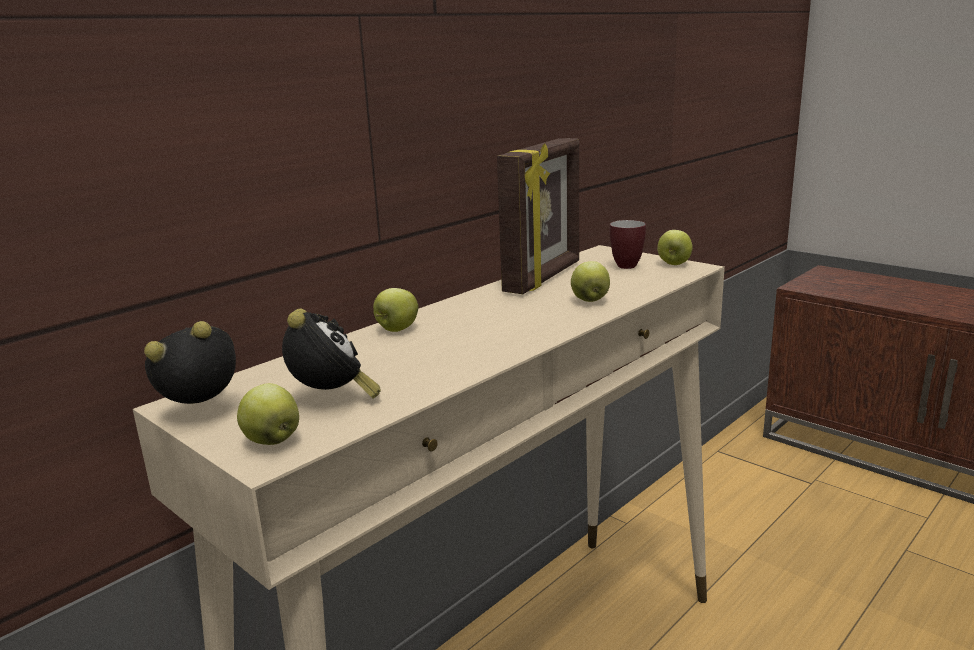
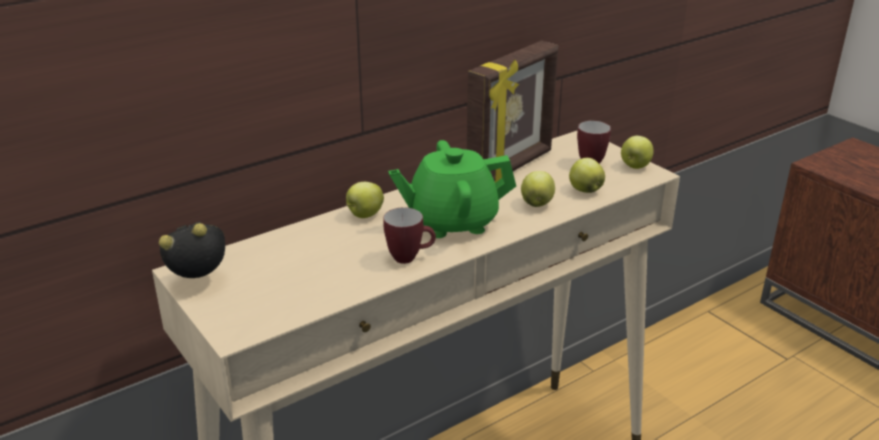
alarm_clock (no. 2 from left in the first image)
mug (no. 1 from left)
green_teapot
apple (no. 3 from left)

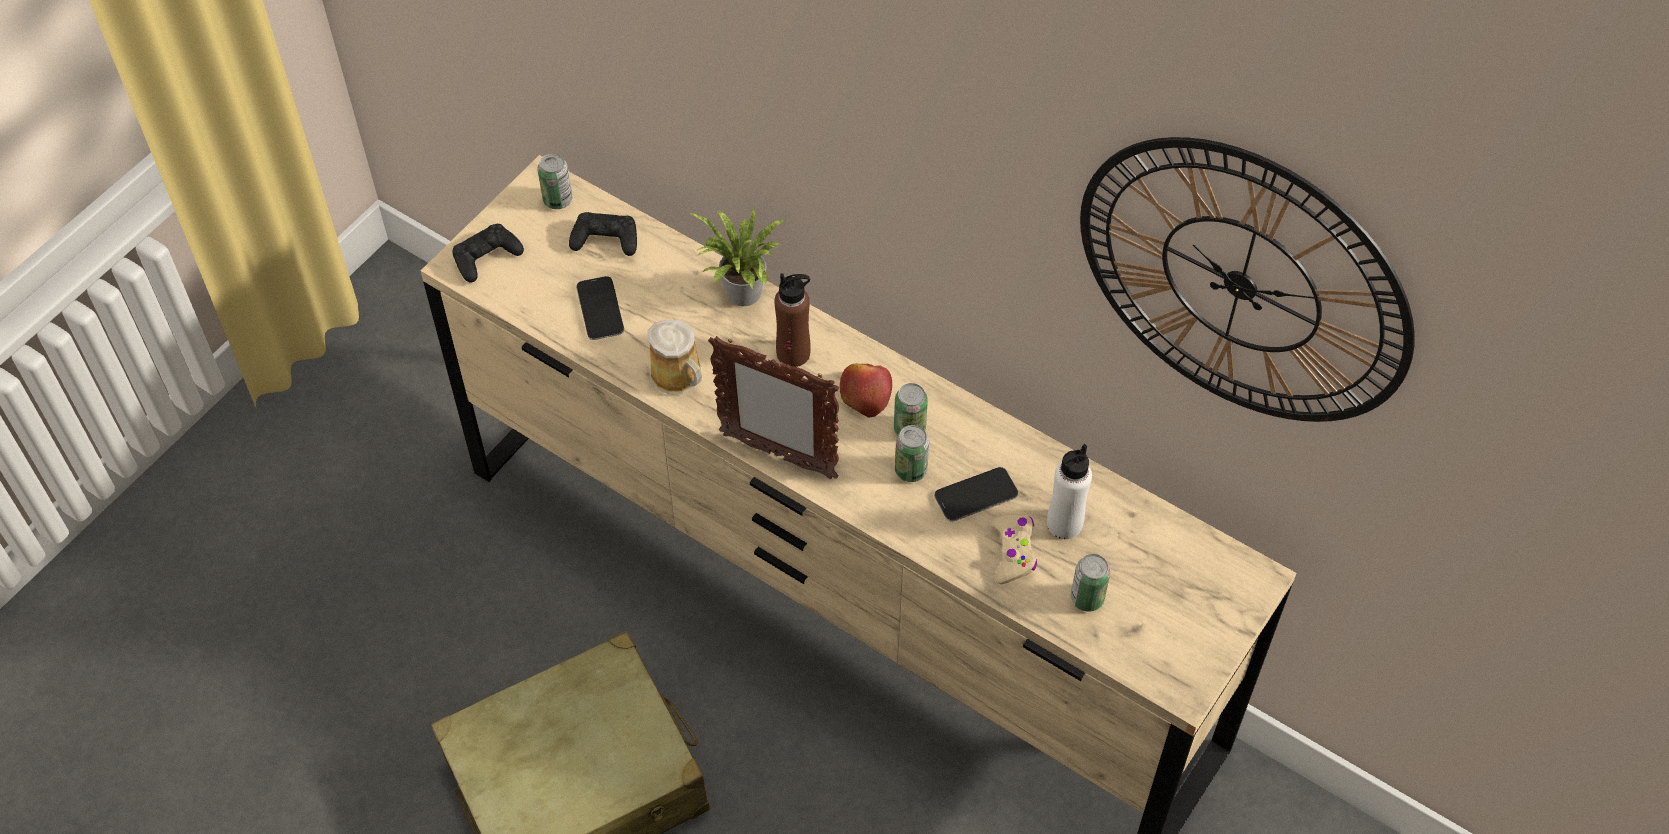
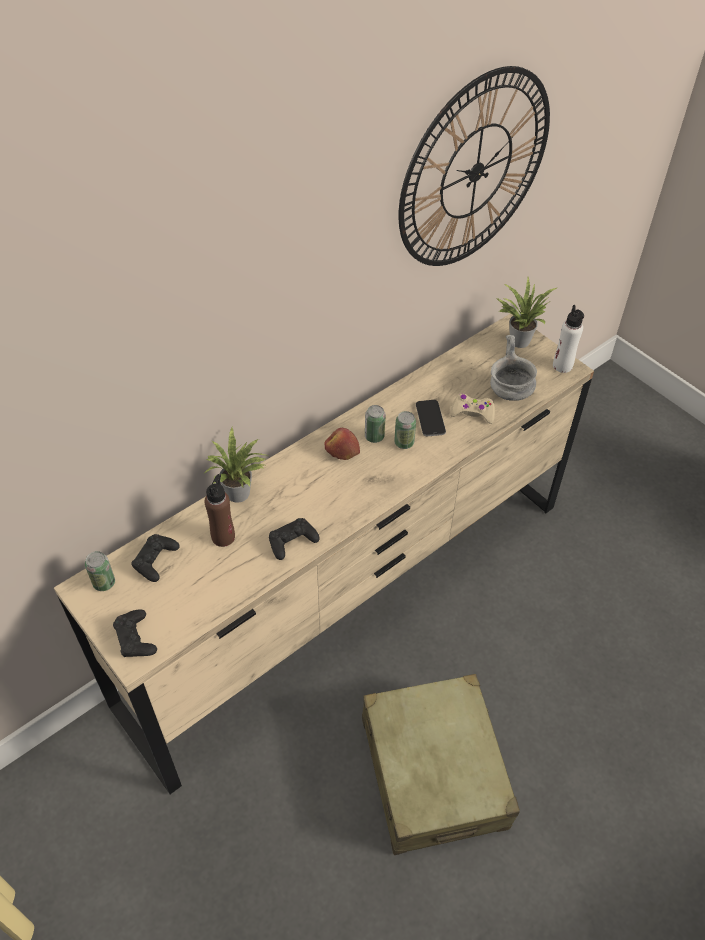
phone (no. 1 from left in the first image)
picture_frame
potted_plant (no. 2 from left)
brown_bottle
white_bottle
black_game_controller (no. 3 from left)
grey_bowl

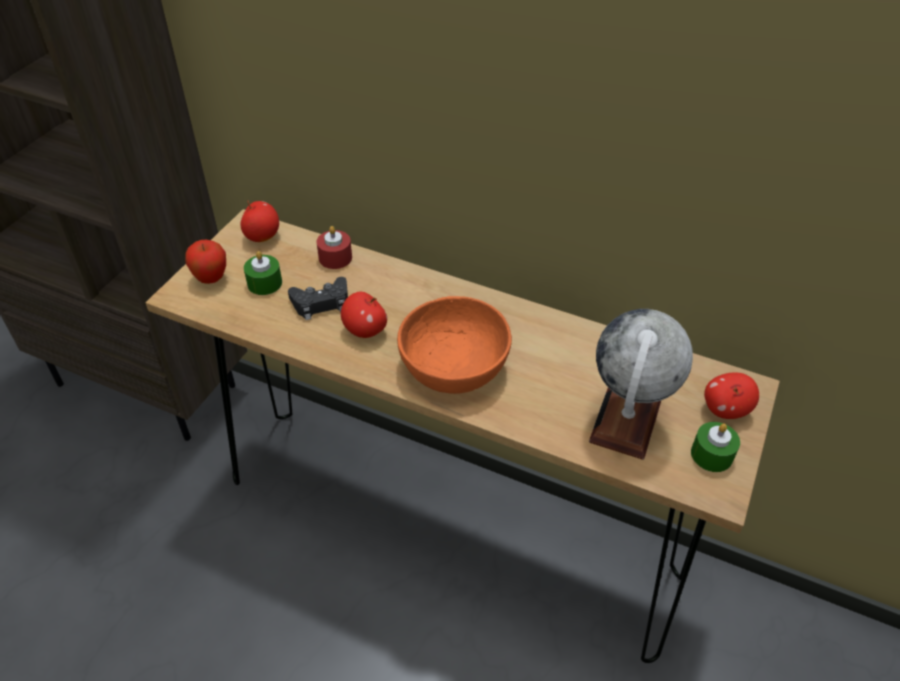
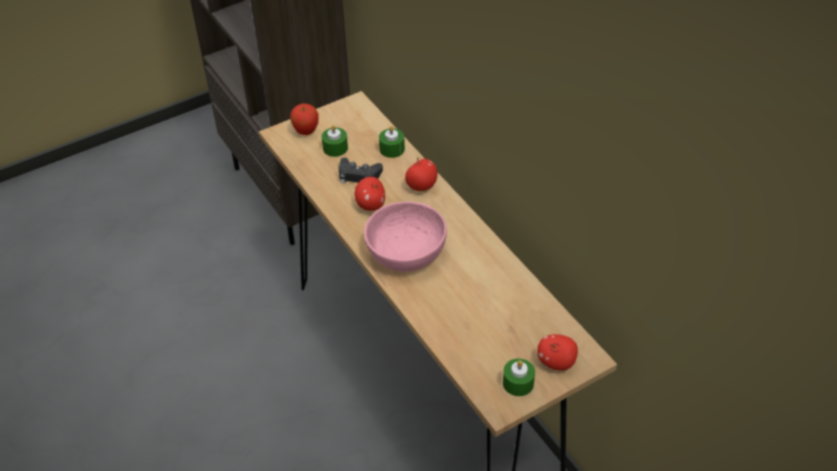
globe
apple (no. 3 from left)
green_candle (no. 2 from left)
pink_bowl

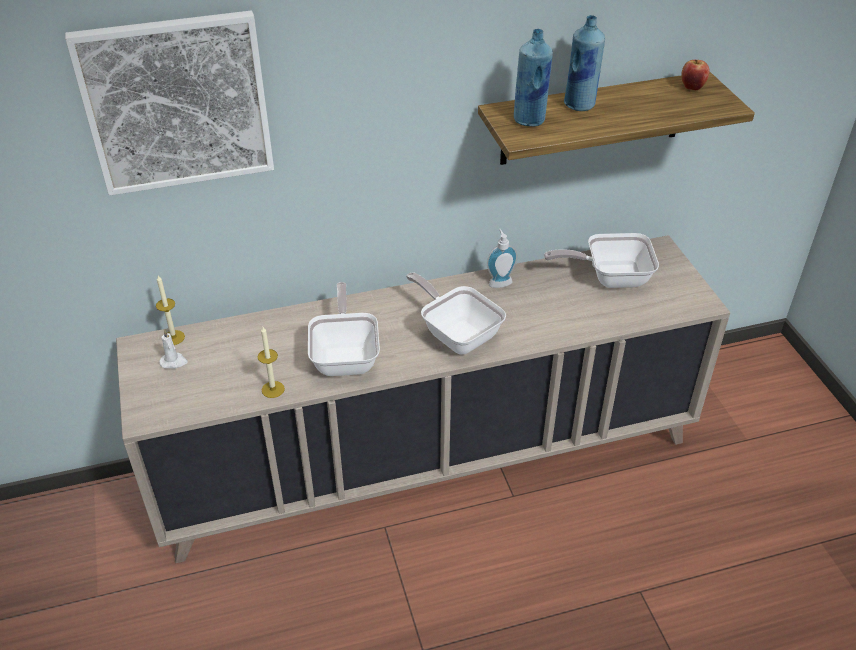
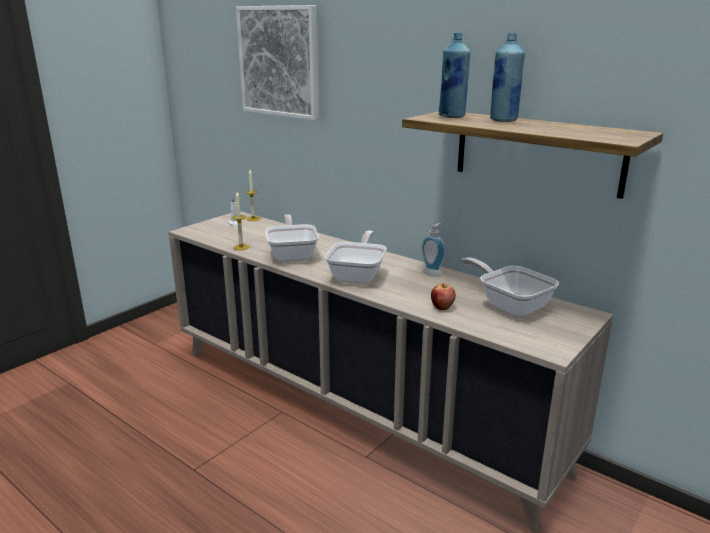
apple
frying_pan (no. 1 from left)

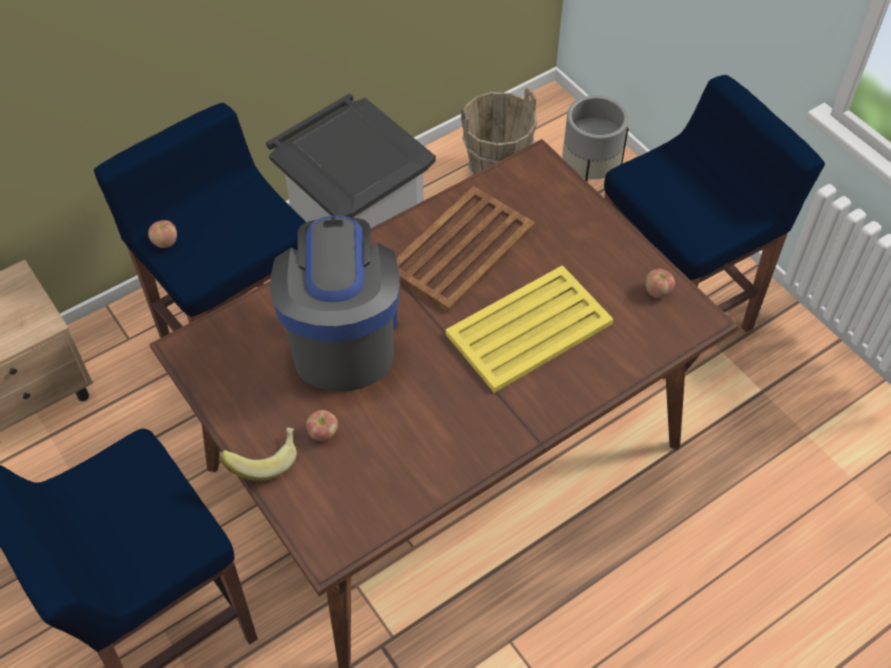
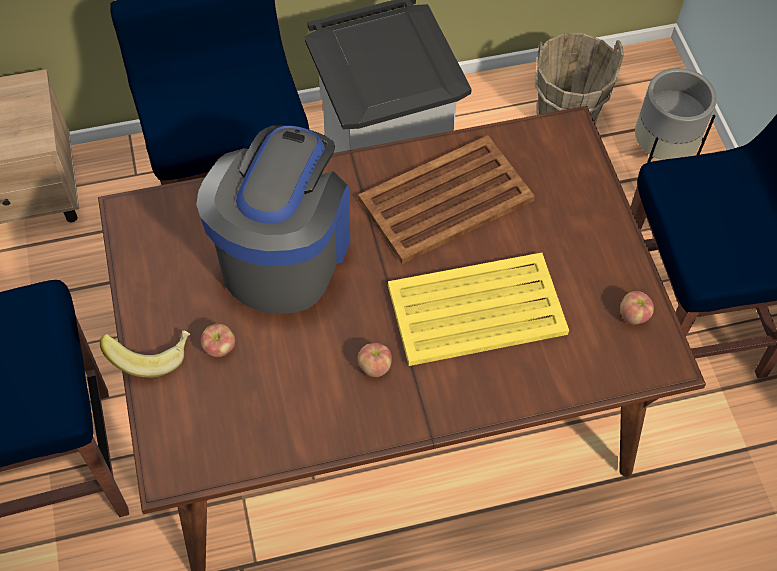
apple (no. 2 from left)

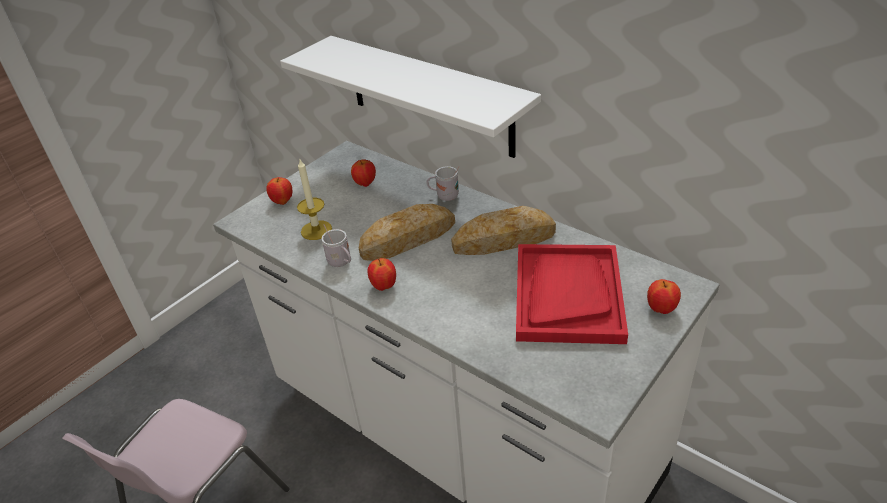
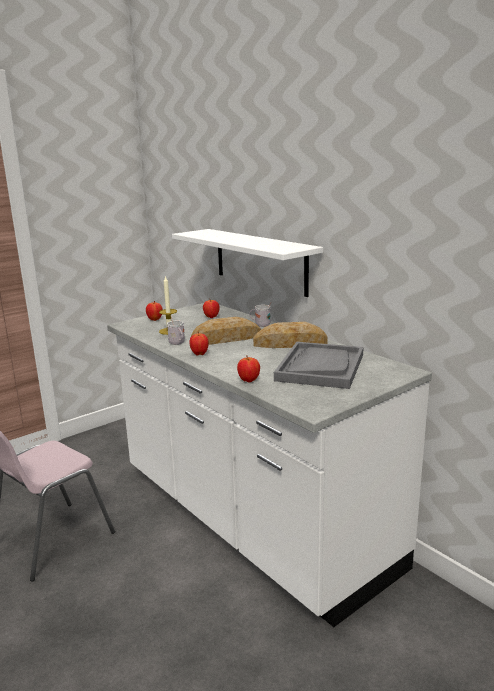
apple (no. 4 from left)
grey_tray

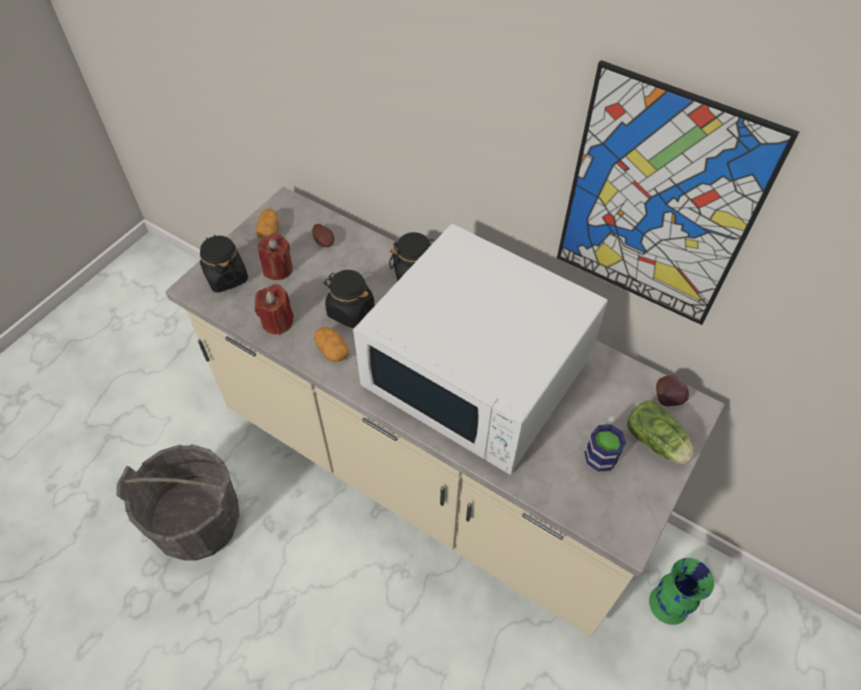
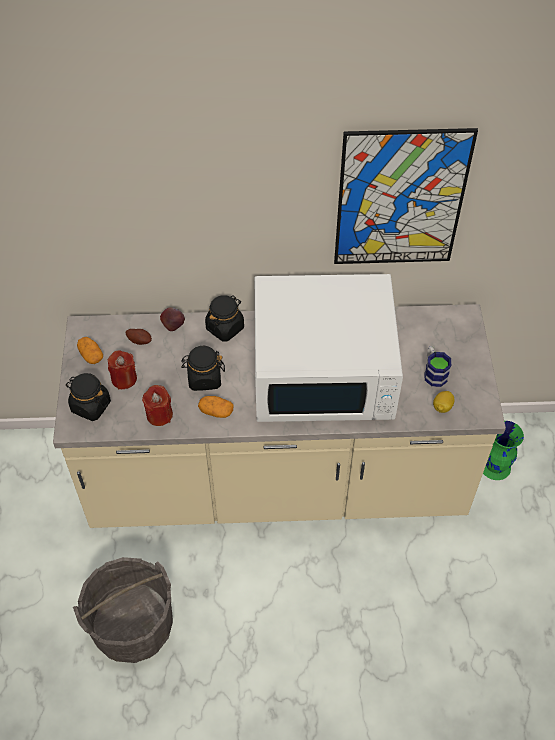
lettuce
lemon
apple

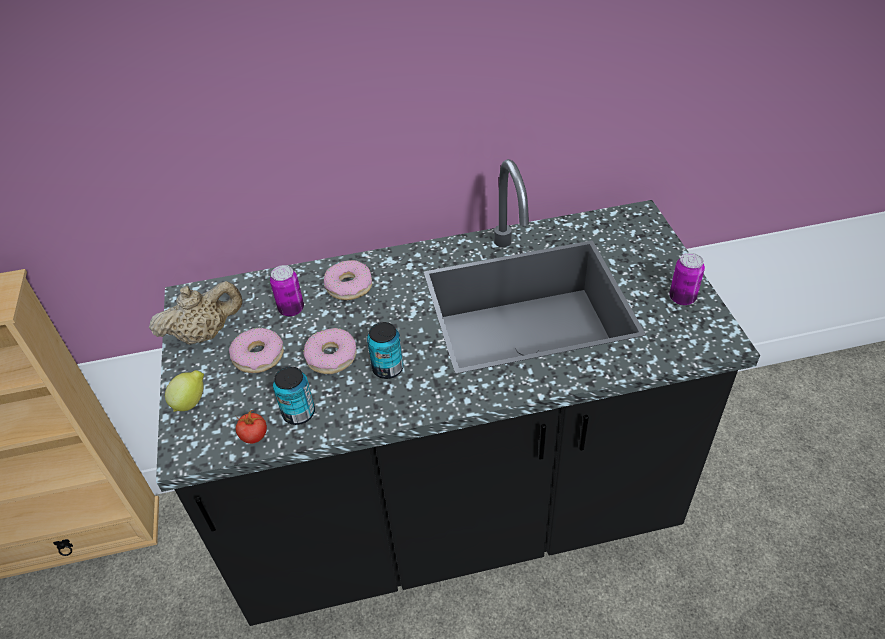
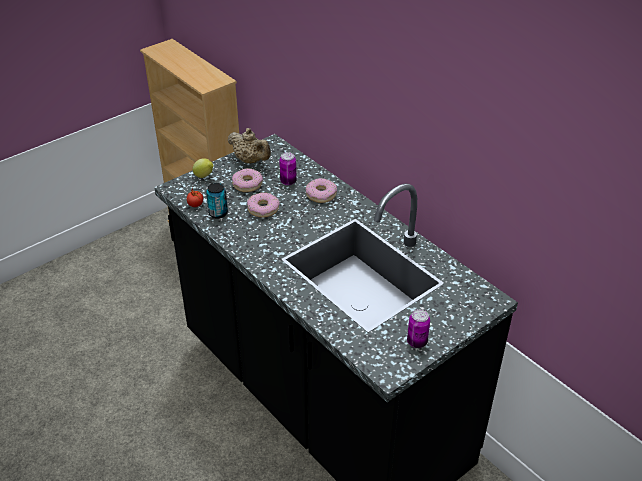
can (no. 3 from left in the first image)

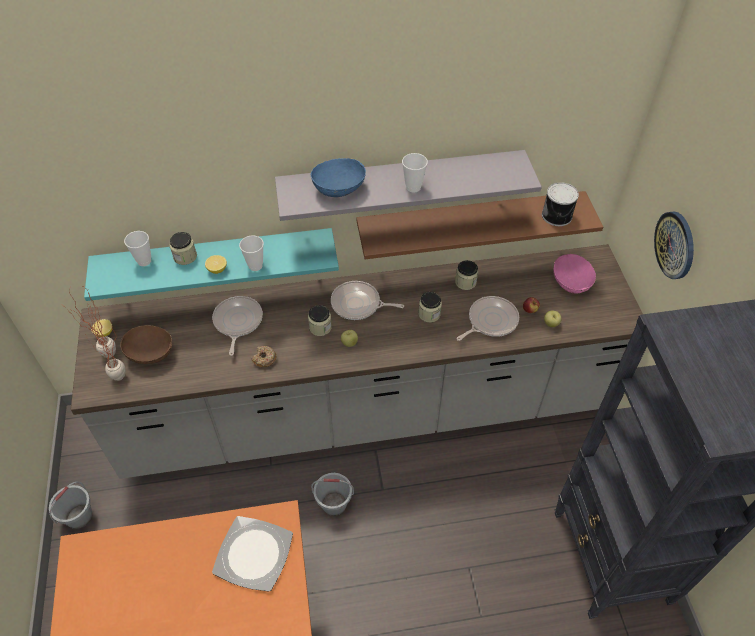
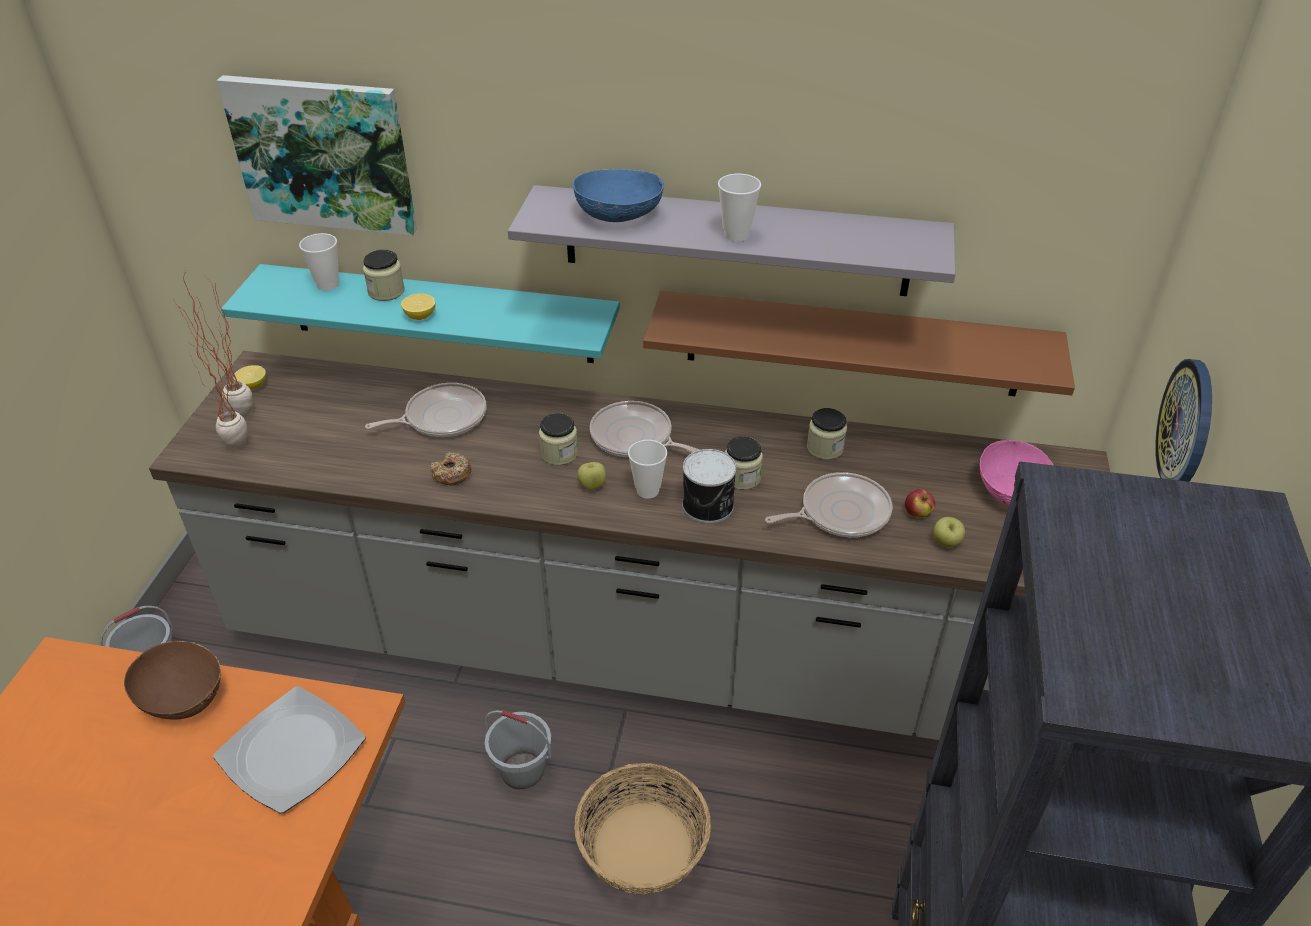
picture
basket
brown_bowl
cup (no. 2 from left)
can
frying_pan (no. 1 from left)

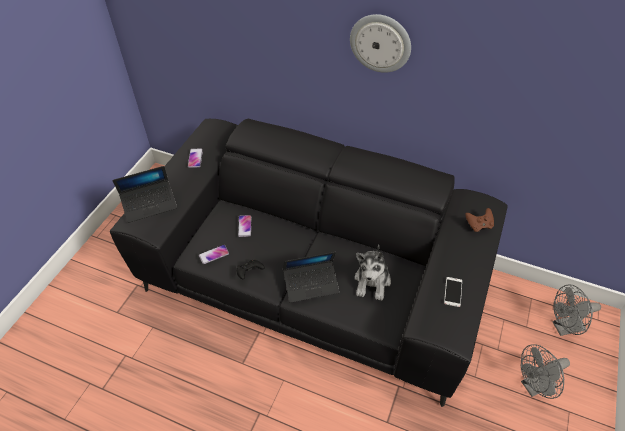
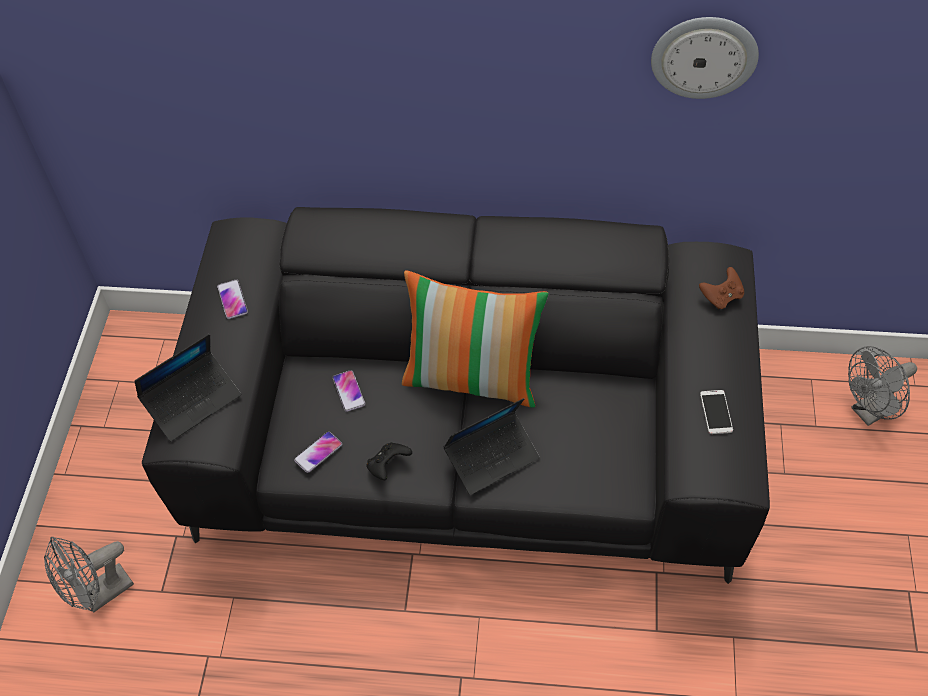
plush_toy
pillow
wall_clock
grey_fan (no. 1 from left)

